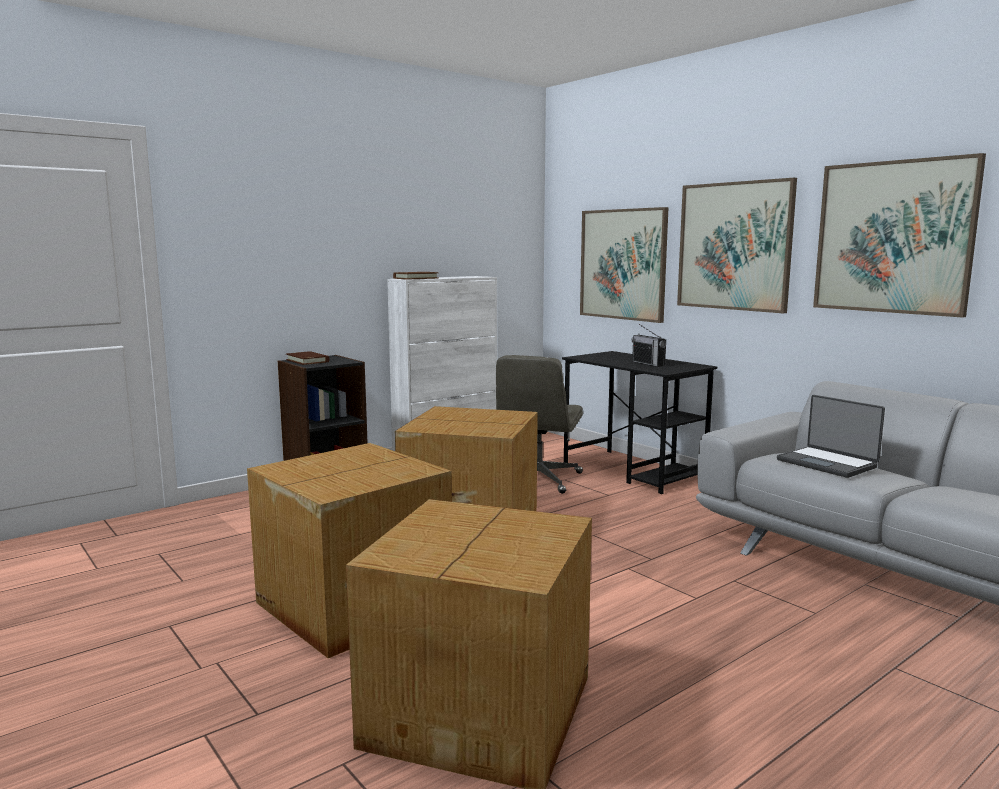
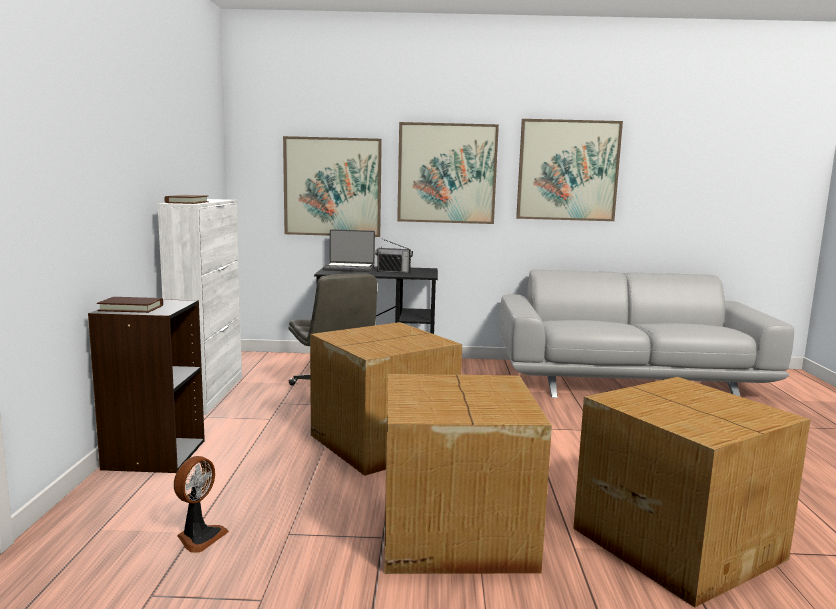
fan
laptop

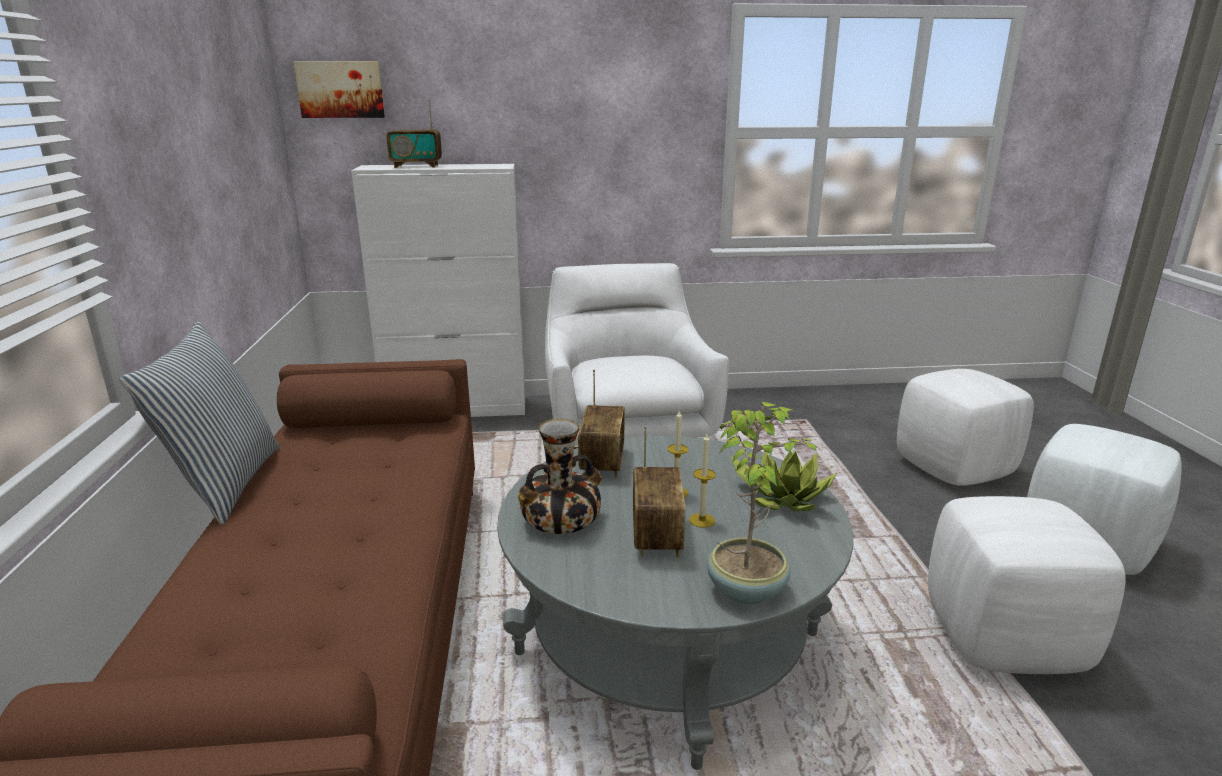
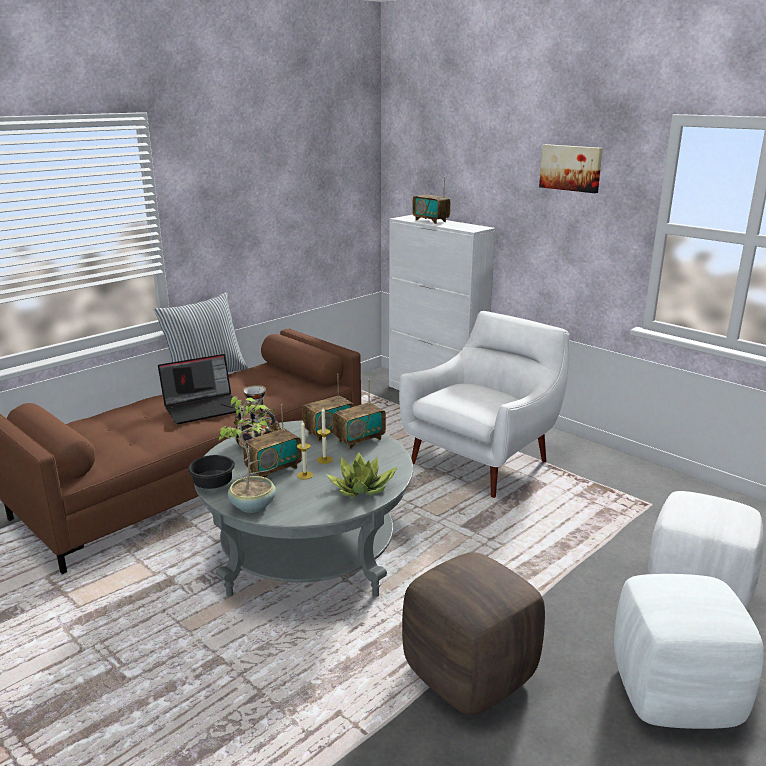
laptop
black_bowl
radio (no. 3 from left)
picture
brown_ottoman

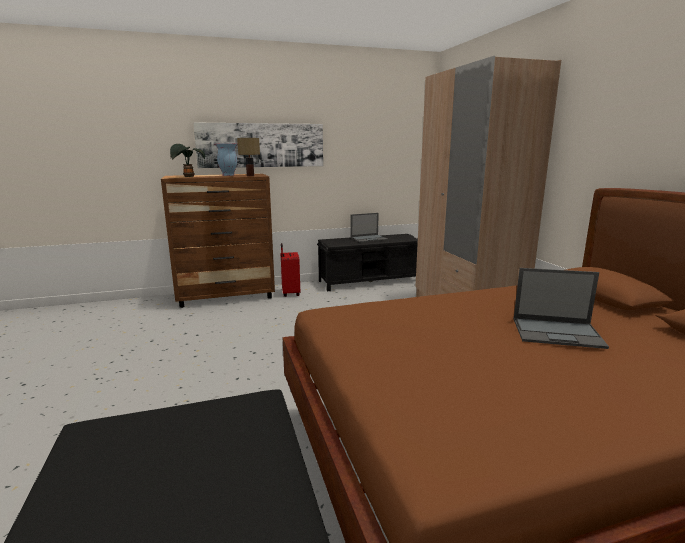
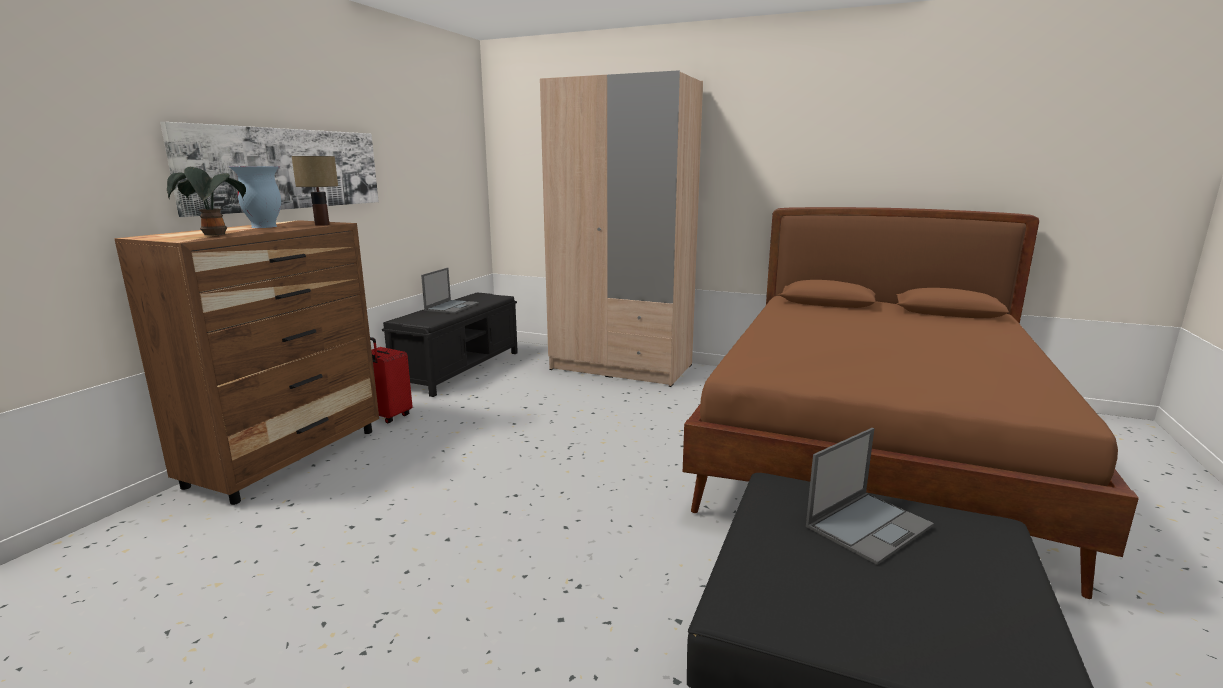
laptop (no. 2 from left)

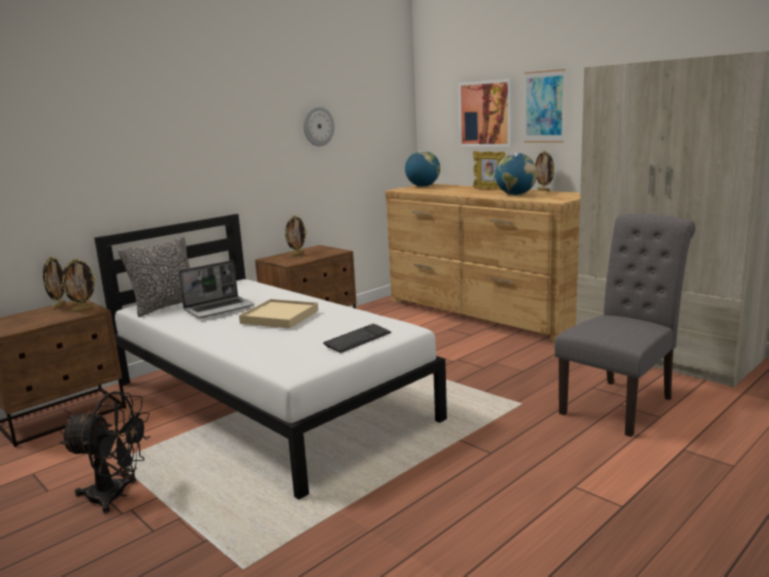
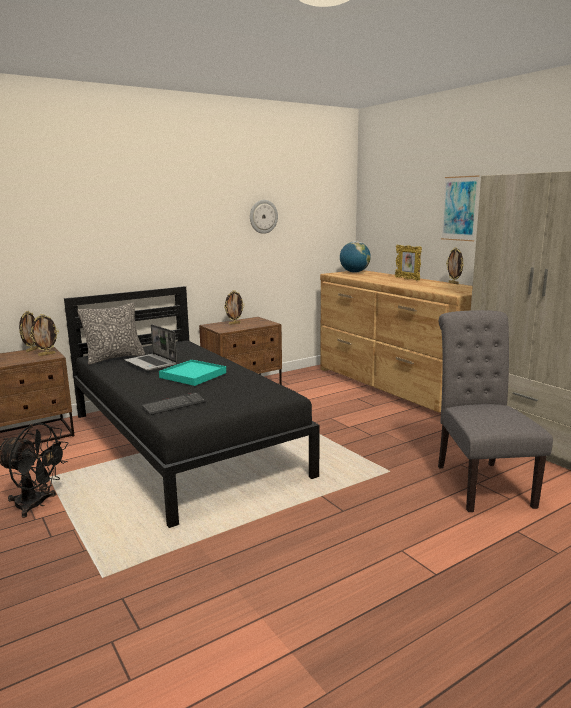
picture (no. 1 from left in the first image)
globe (no. 2 from left in the first image)
keyboard
black_bed
turquoise_tray
laptop
grey_chair

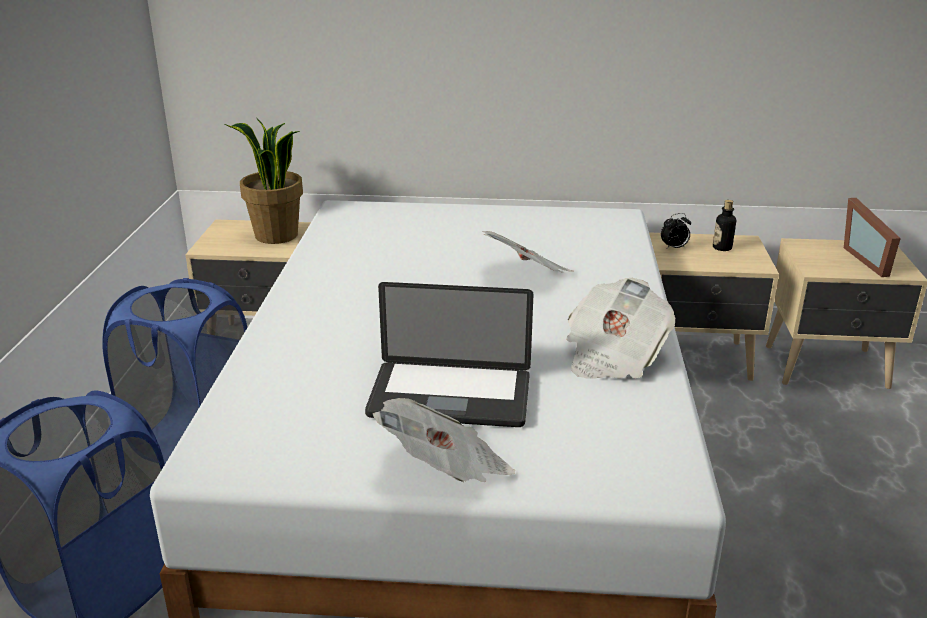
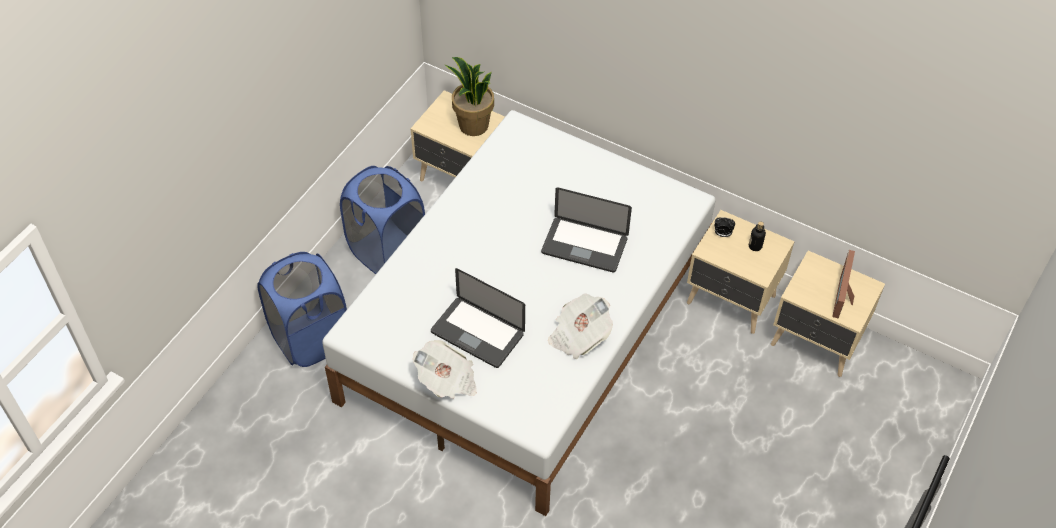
laptop (no. 2 from left)

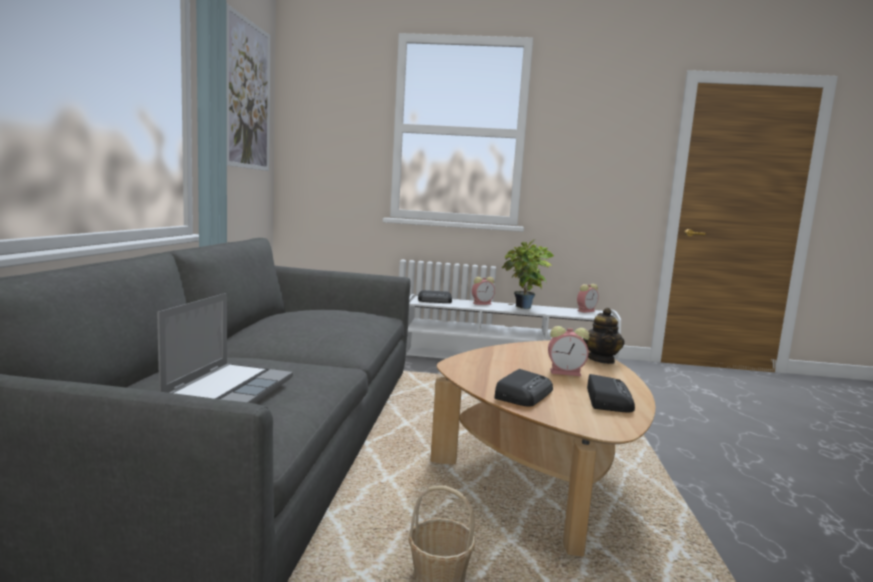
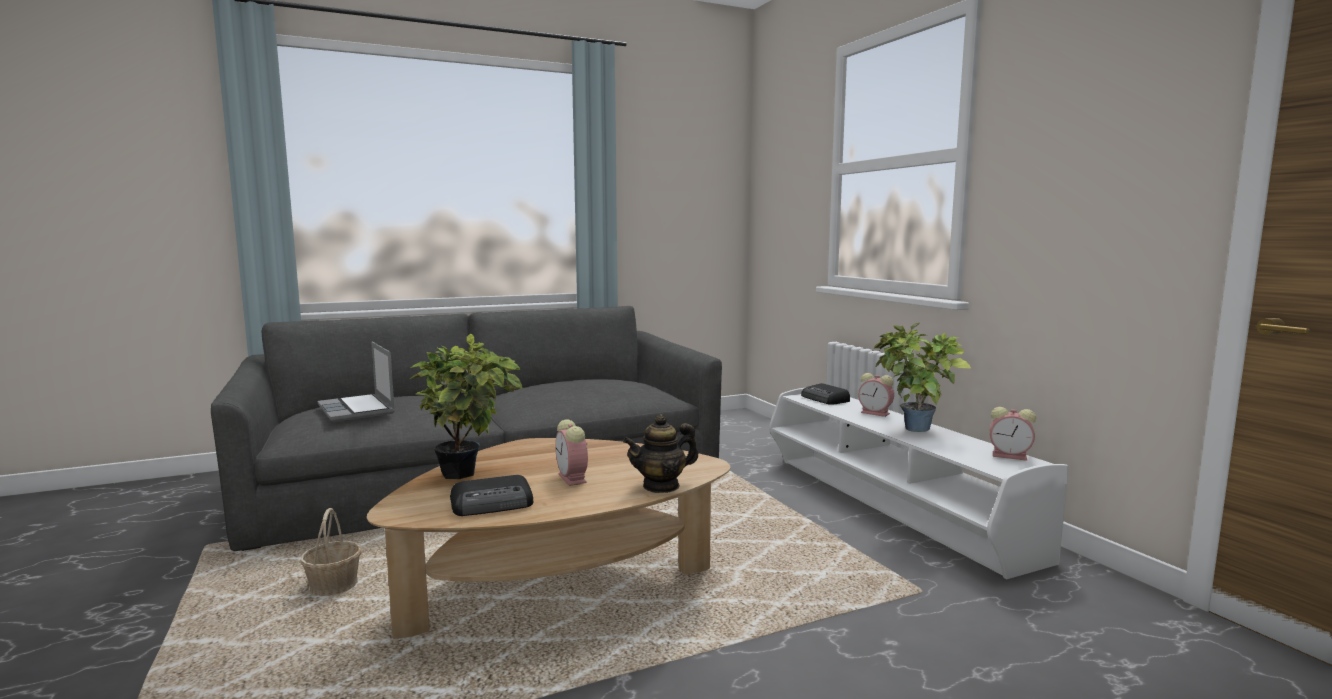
picture
potted_plant (no. 1 from left)
laptop

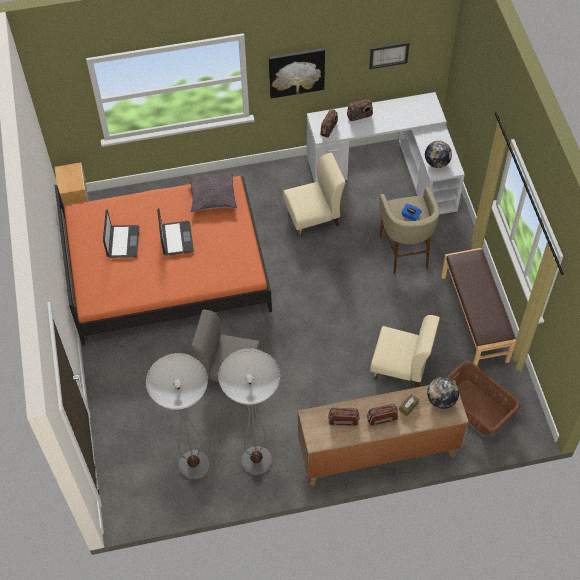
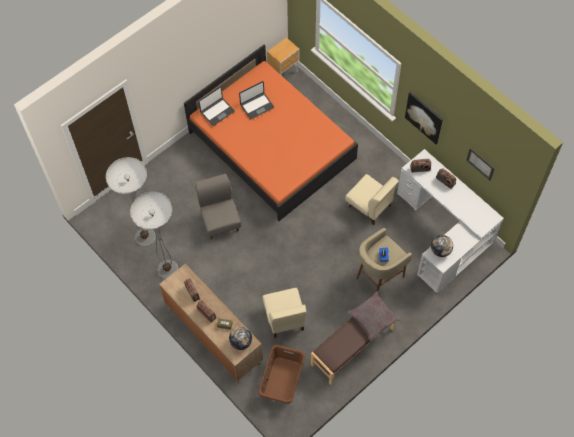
laptop (no. 1 from left)
grey_pillow

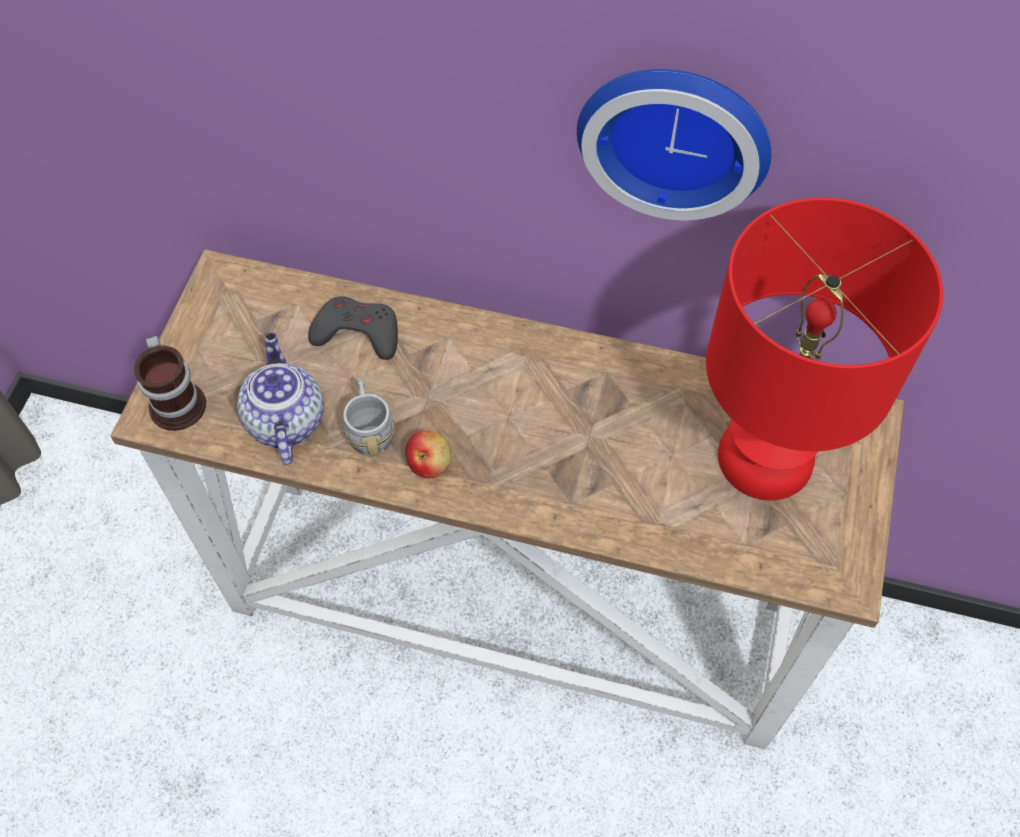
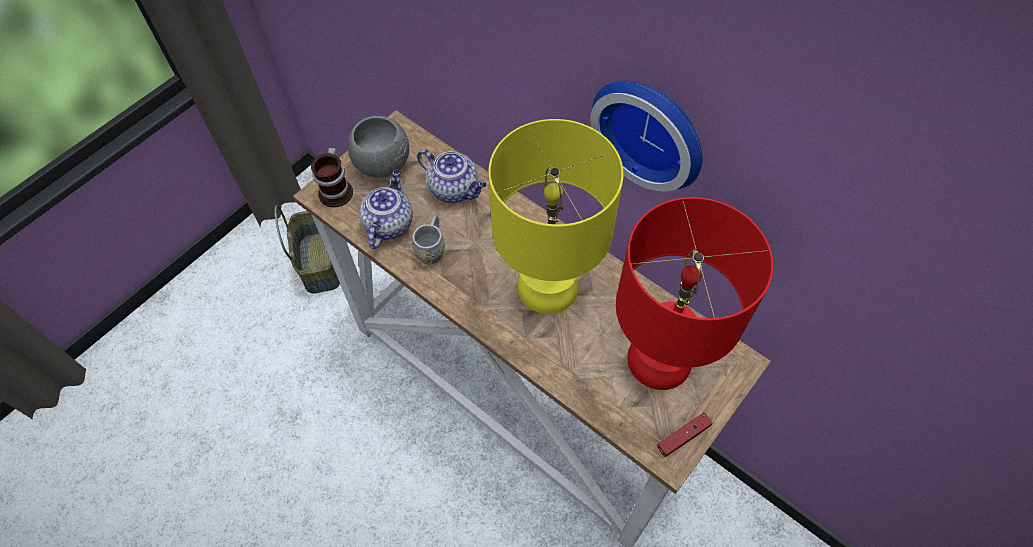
apple
basket
grey_bowl
yellow_table_lamp
red_game_controller
teapot (no. 2 from left)

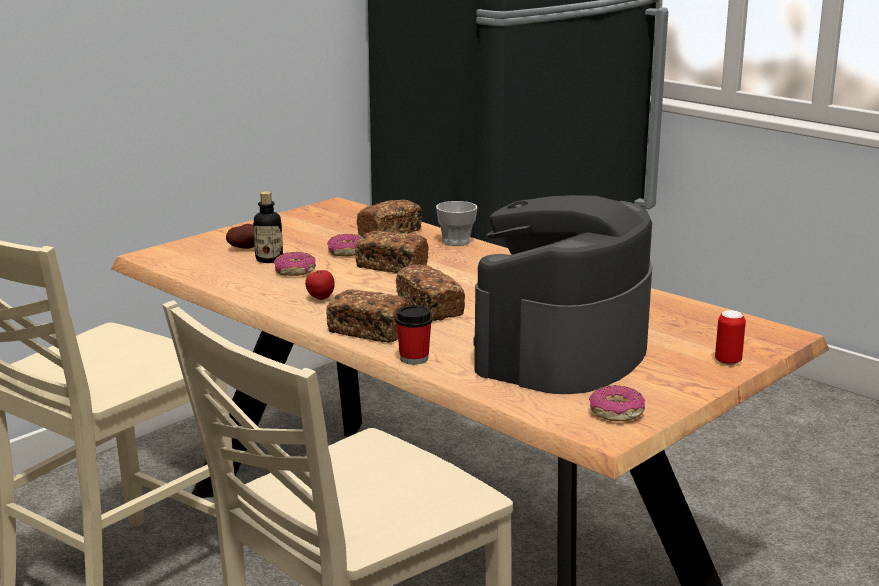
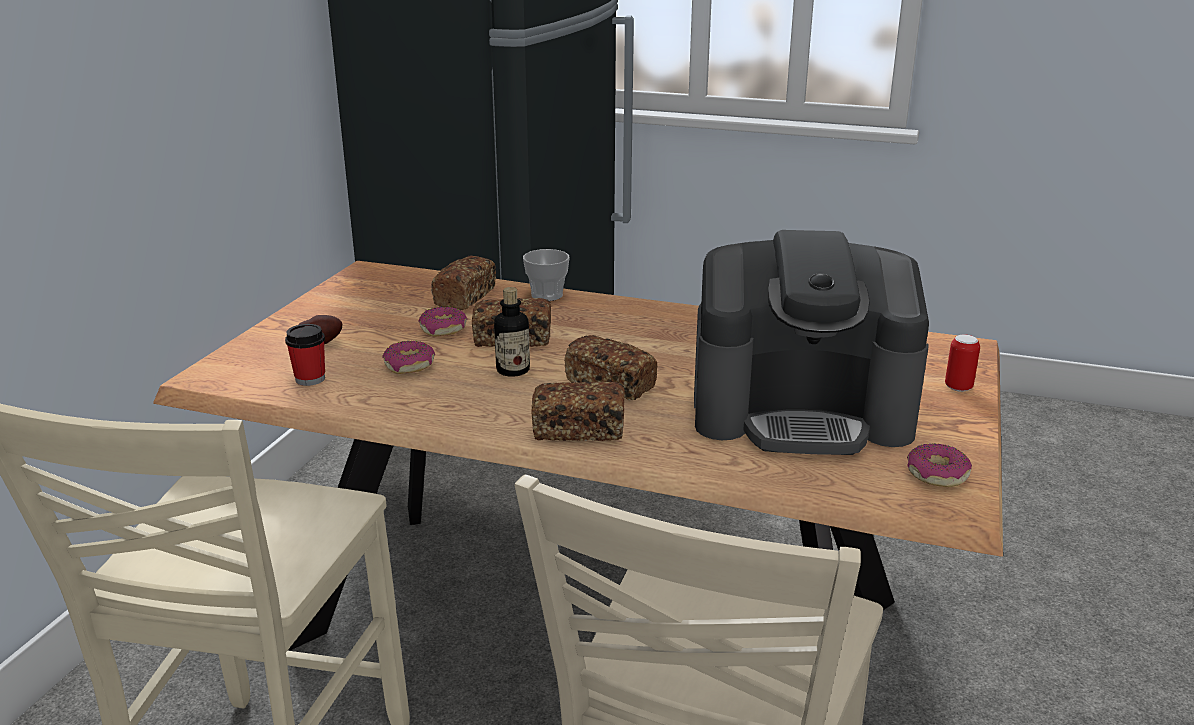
apple
bottle
cup (no. 1 from left)
coffee_machine

